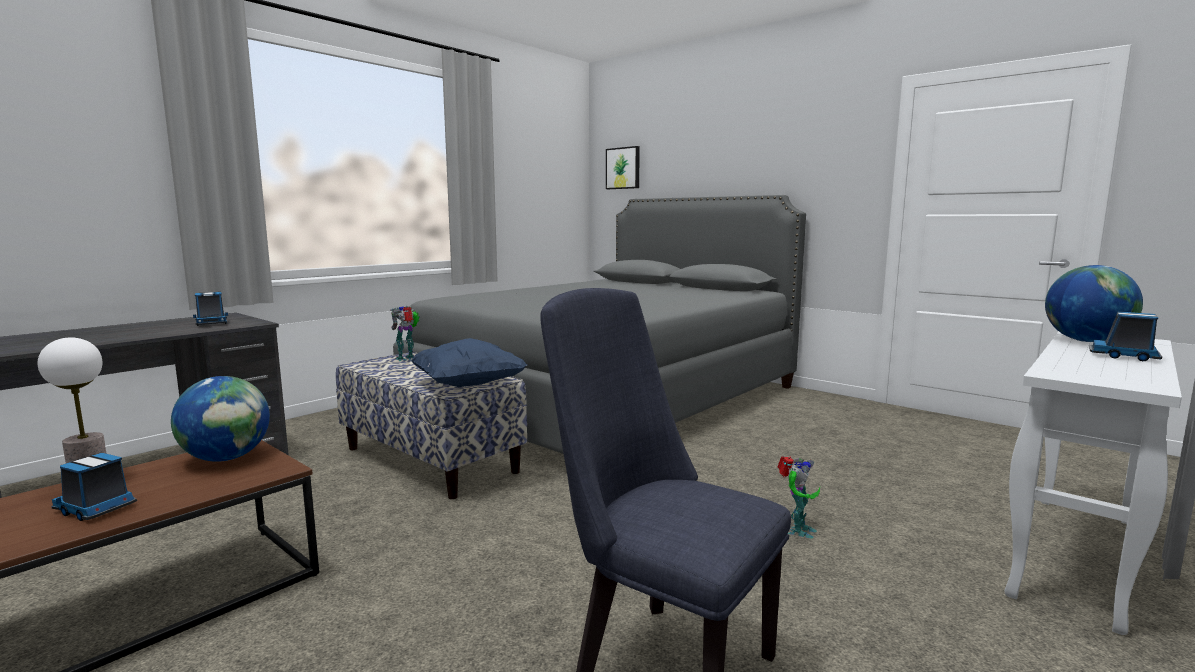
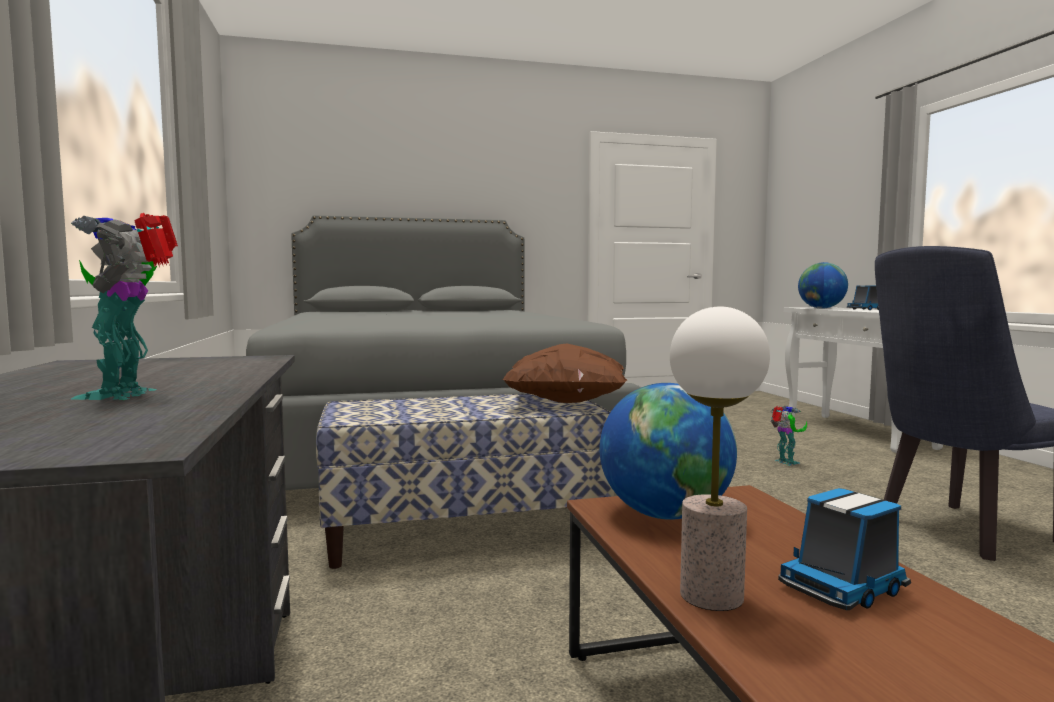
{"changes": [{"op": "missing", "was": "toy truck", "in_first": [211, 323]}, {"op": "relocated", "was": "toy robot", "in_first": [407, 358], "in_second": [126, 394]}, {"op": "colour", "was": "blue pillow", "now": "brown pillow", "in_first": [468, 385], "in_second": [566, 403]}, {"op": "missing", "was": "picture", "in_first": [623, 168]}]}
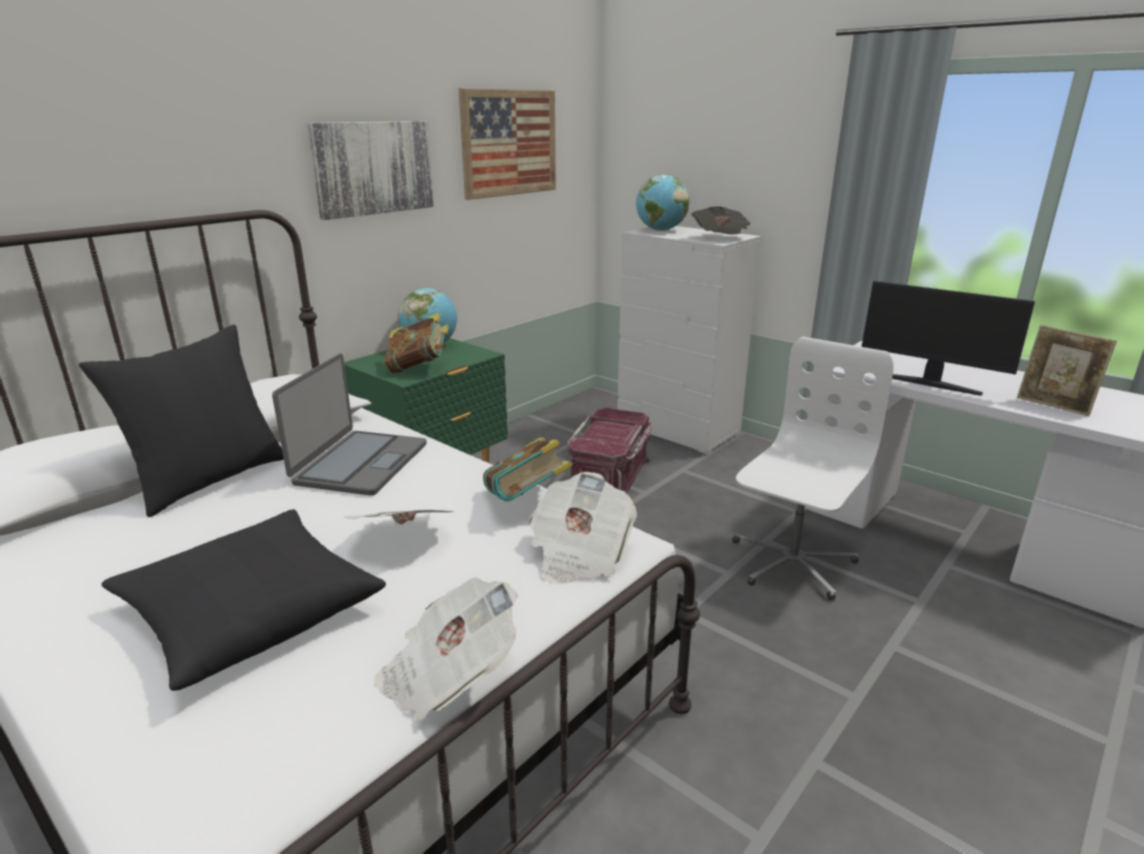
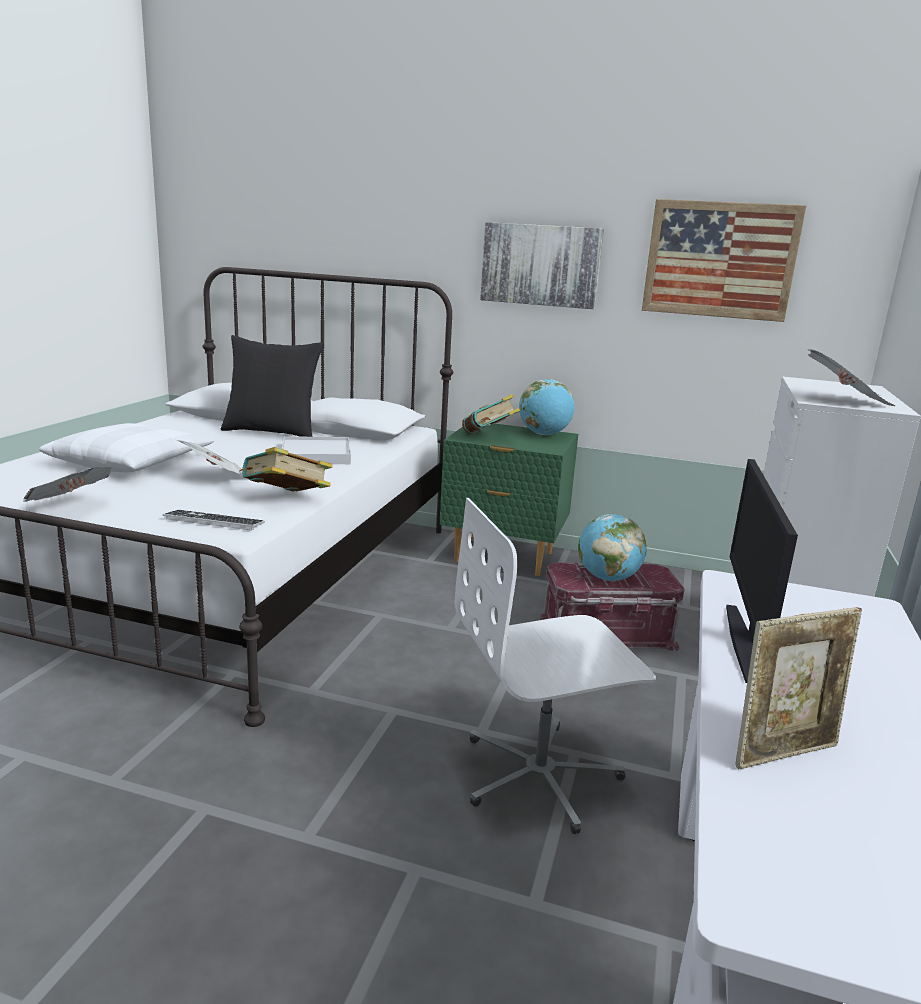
{"changes": [{"op": "colour", "was": "black pillow", "now": "white pillow", "in_first": [250, 610], "in_second": [131, 462]}, {"op": "exchanged", "was": "laptop", "now": "white tray", "in_first": [360, 463], "in_second": [316, 454]}, {"op": "exchanged", "was": "newspaper", "now": "keyboard", "in_first": [579, 554], "in_second": [214, 521]}, {"op": "relocated", "was": "globe", "in_first": [660, 230], "in_second": [608, 578]}, {"op": "spun", "was": "white office chair", "in_first": [791, 562], "in_second": [540, 775], "clockwise": 150}, {"op": "spun", "was": "picture frame", "in_first": [1053, 406], "in_second": [784, 752], "clockwise": -135}]}
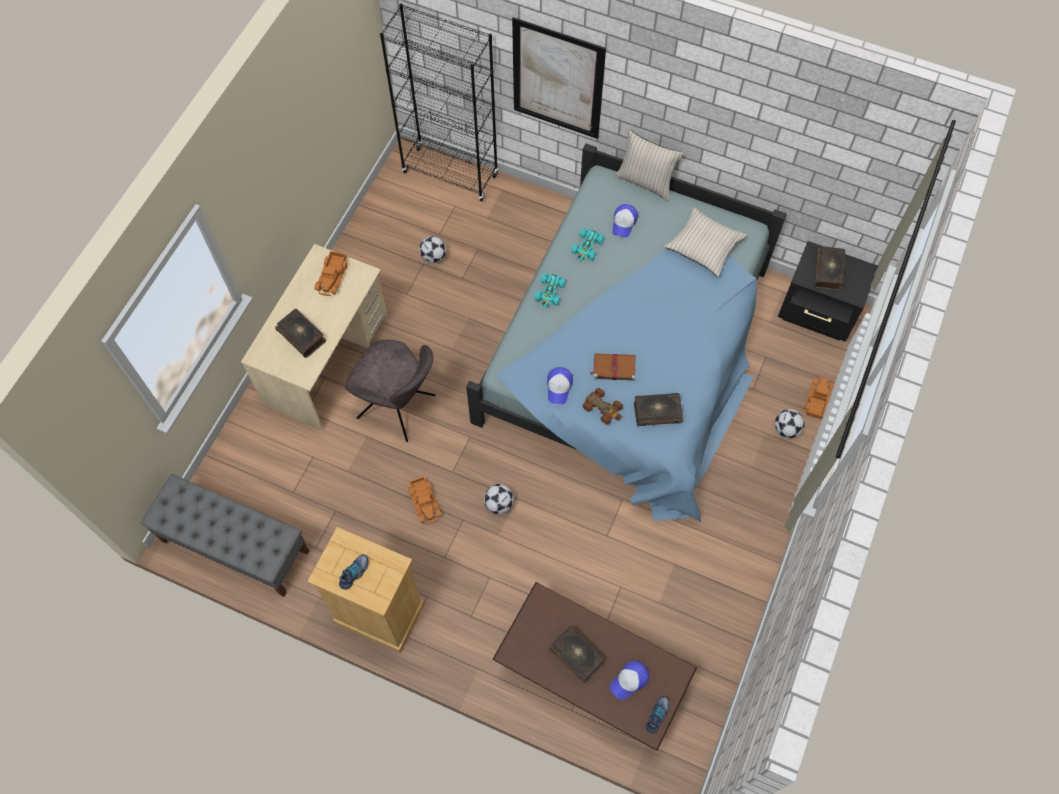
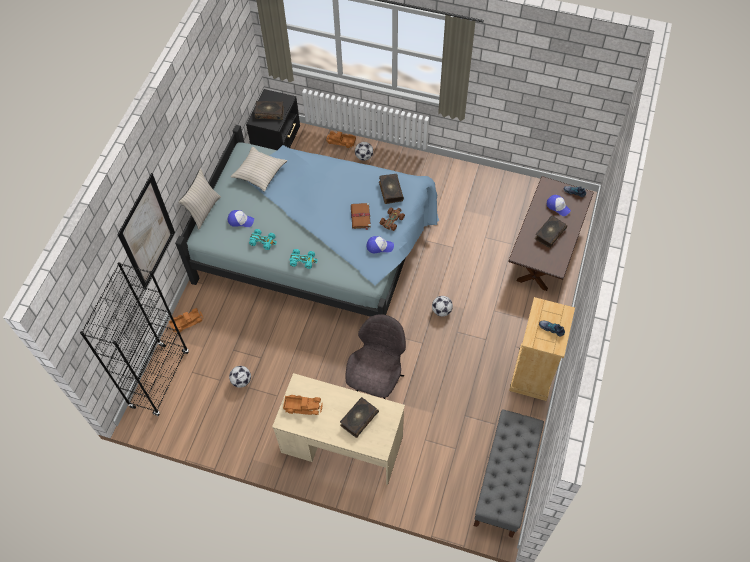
{"changes": [{"op": "relocated", "was": "toy truck", "in_first": [425, 502], "in_second": [186, 322]}]}
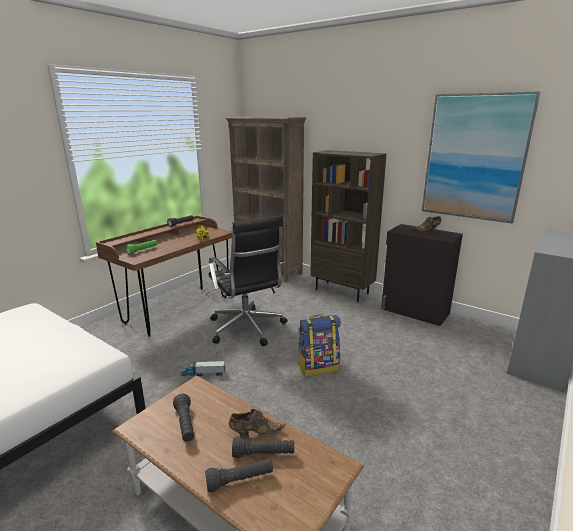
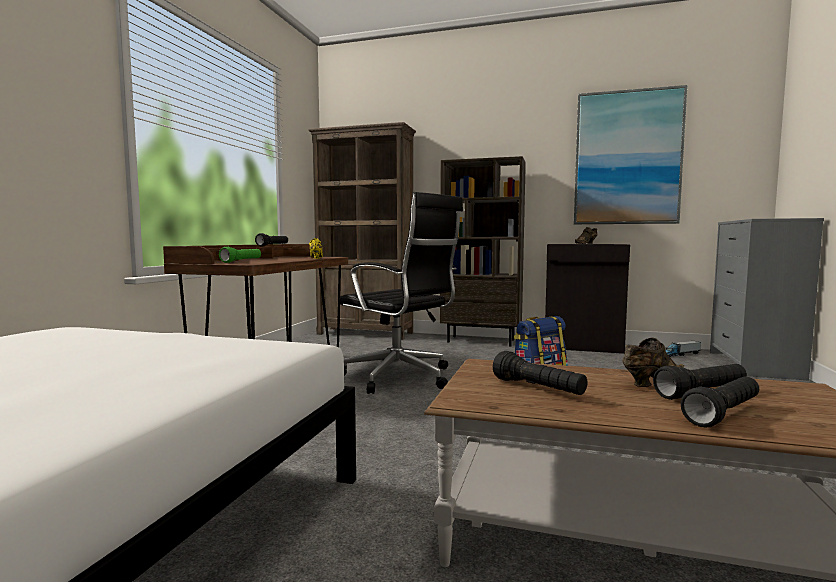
{"changes": [{"op": "relocated", "was": "toy truck", "in_first": [203, 373], "in_second": [681, 354]}]}
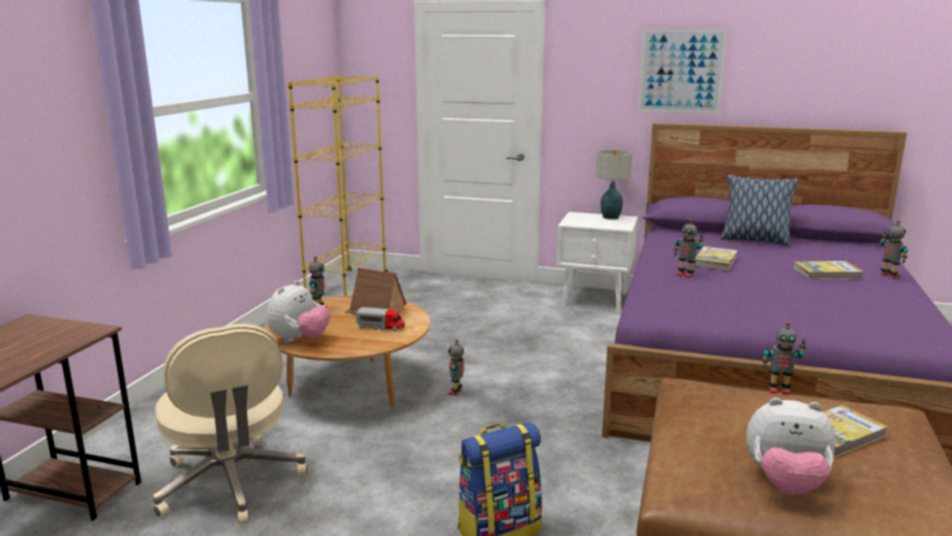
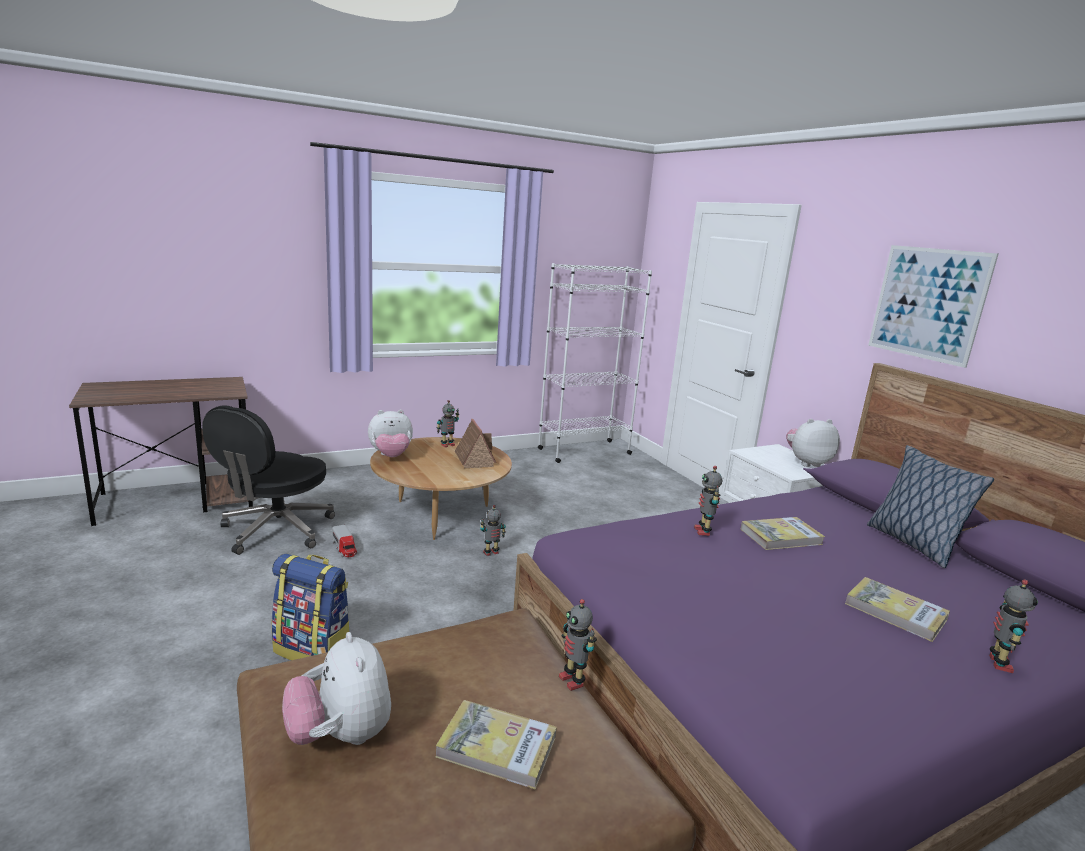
{"changes": [{"op": "colour", "was": "beige office chair", "now": "black office chair", "in_first": [230, 484], "in_second": [276, 530]}, {"op": "colour", "was": "yellow bookcase", "now": "white bookcase", "in_first": [347, 286], "in_second": [584, 451]}, {"op": "relocated", "was": "toy truck", "in_first": [381, 327], "in_second": [344, 548]}, {"op": "exchanged", "was": "table lamp", "now": "plush toy", "in_first": [611, 217], "in_second": [806, 463]}]}
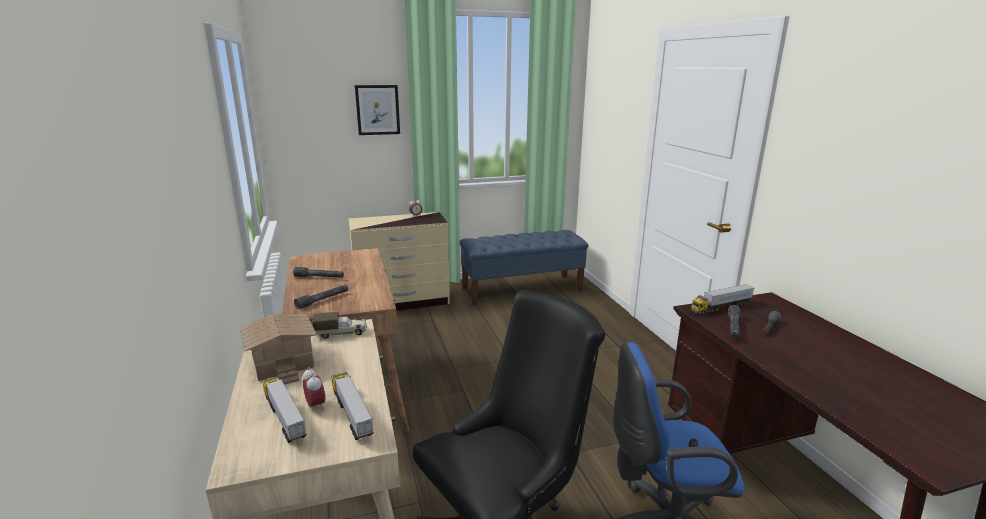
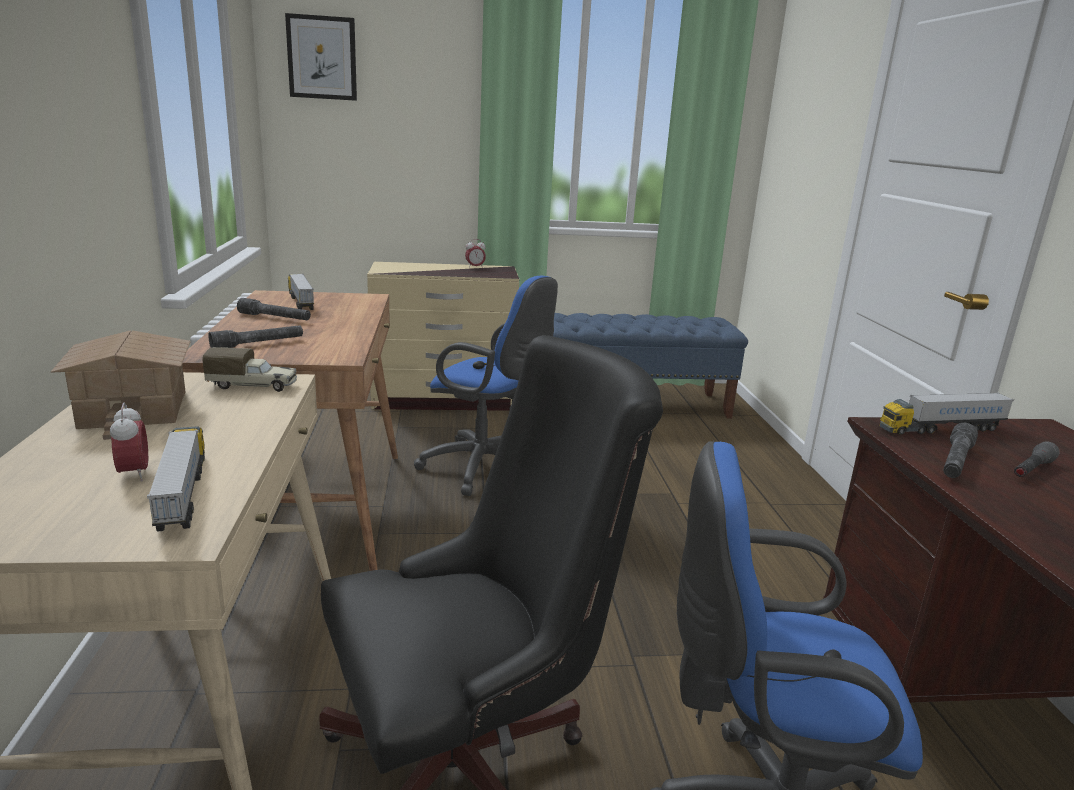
{"changes": [{"op": "relocated", "was": "toy truck", "in_first": [284, 417], "in_second": [301, 301]}, {"op": "relocated", "was": "picture", "in_first": [377, 110], "in_second": [322, 58]}, {"op": "appeared", "now": "blue office chair", "in_second": [487, 469]}]}
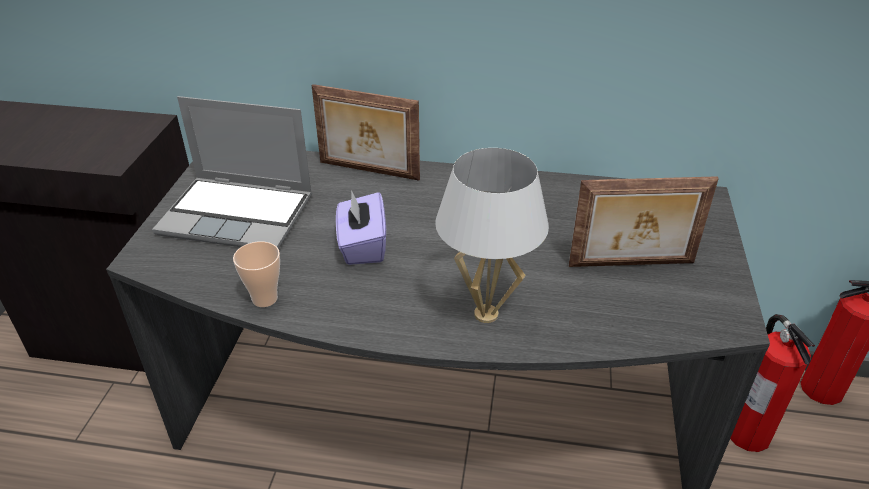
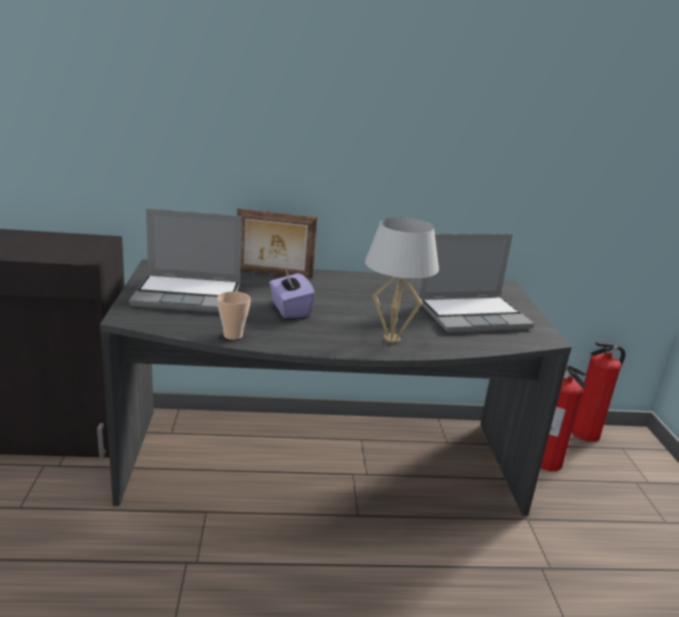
{"changes": [{"op": "exchanged", "was": "picture frame", "now": "laptop", "in_first": [632, 265], "in_second": [473, 315]}]}
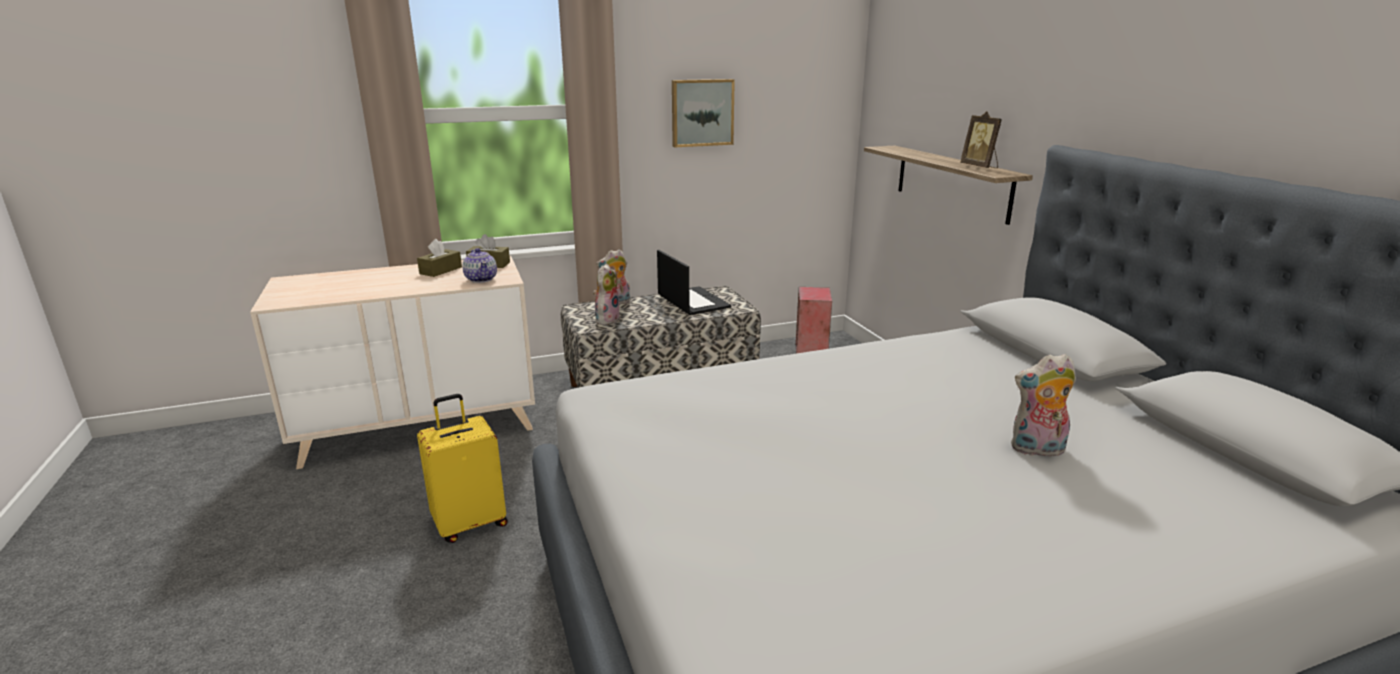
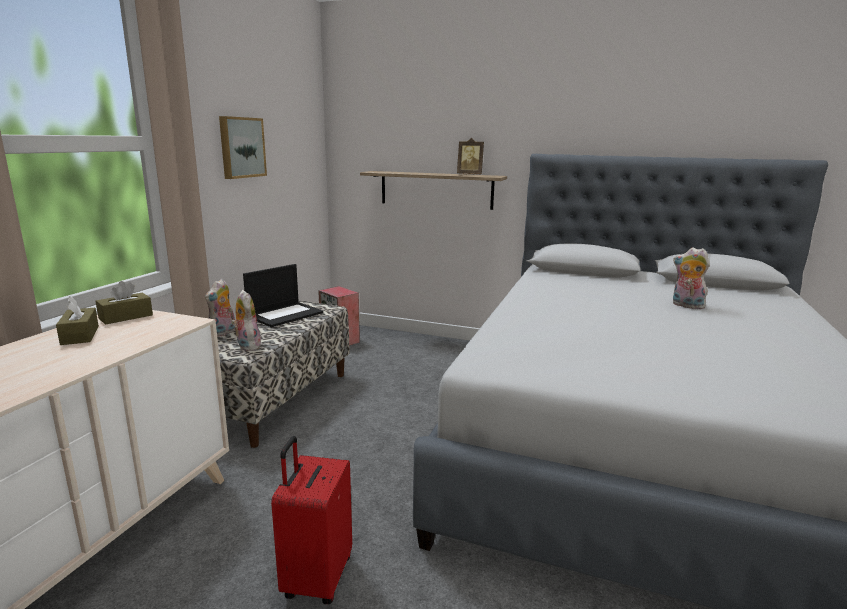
{"changes": [{"op": "colour", "was": "yellow suitcase", "now": "red suitcase", "in_first": [470, 523], "in_second": [316, 578]}, {"op": "missing", "was": "teapot", "in_first": [481, 279]}, {"op": "spun", "was": "laptop", "in_first": [692, 301], "in_second": [285, 314], "clockwise": 120}, {"op": "spun", "was": "plush toy", "in_first": [1036, 450], "in_second": [686, 306], "clockwise": 90}]}
